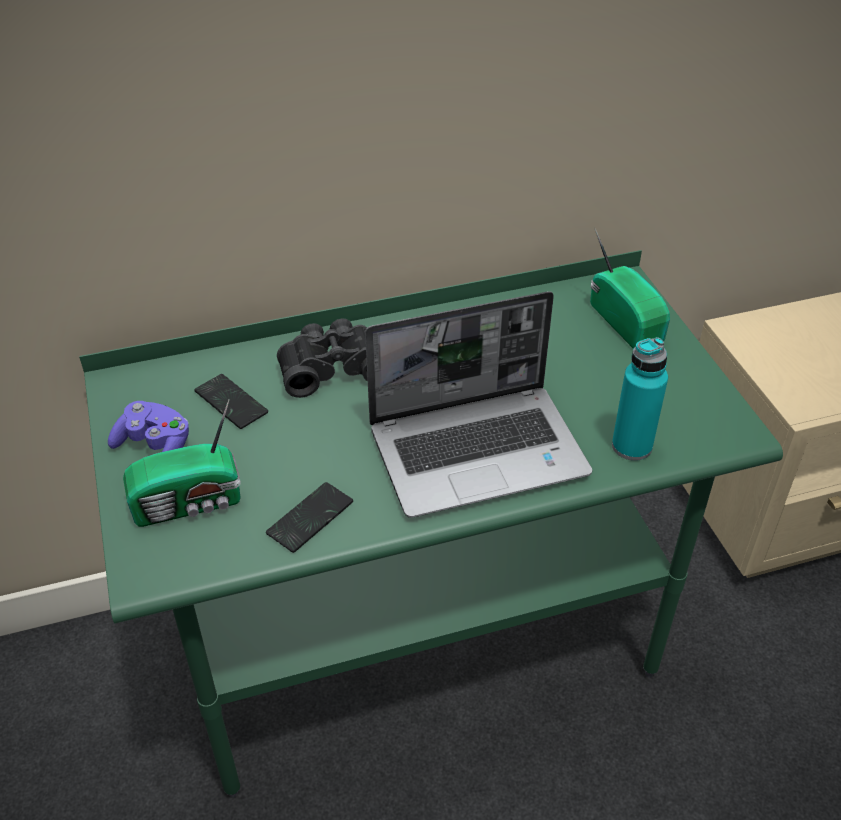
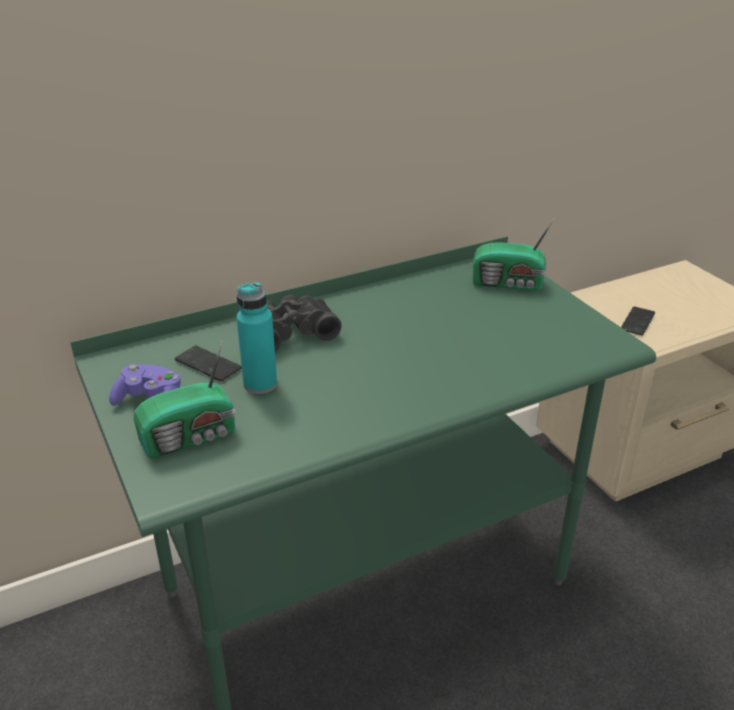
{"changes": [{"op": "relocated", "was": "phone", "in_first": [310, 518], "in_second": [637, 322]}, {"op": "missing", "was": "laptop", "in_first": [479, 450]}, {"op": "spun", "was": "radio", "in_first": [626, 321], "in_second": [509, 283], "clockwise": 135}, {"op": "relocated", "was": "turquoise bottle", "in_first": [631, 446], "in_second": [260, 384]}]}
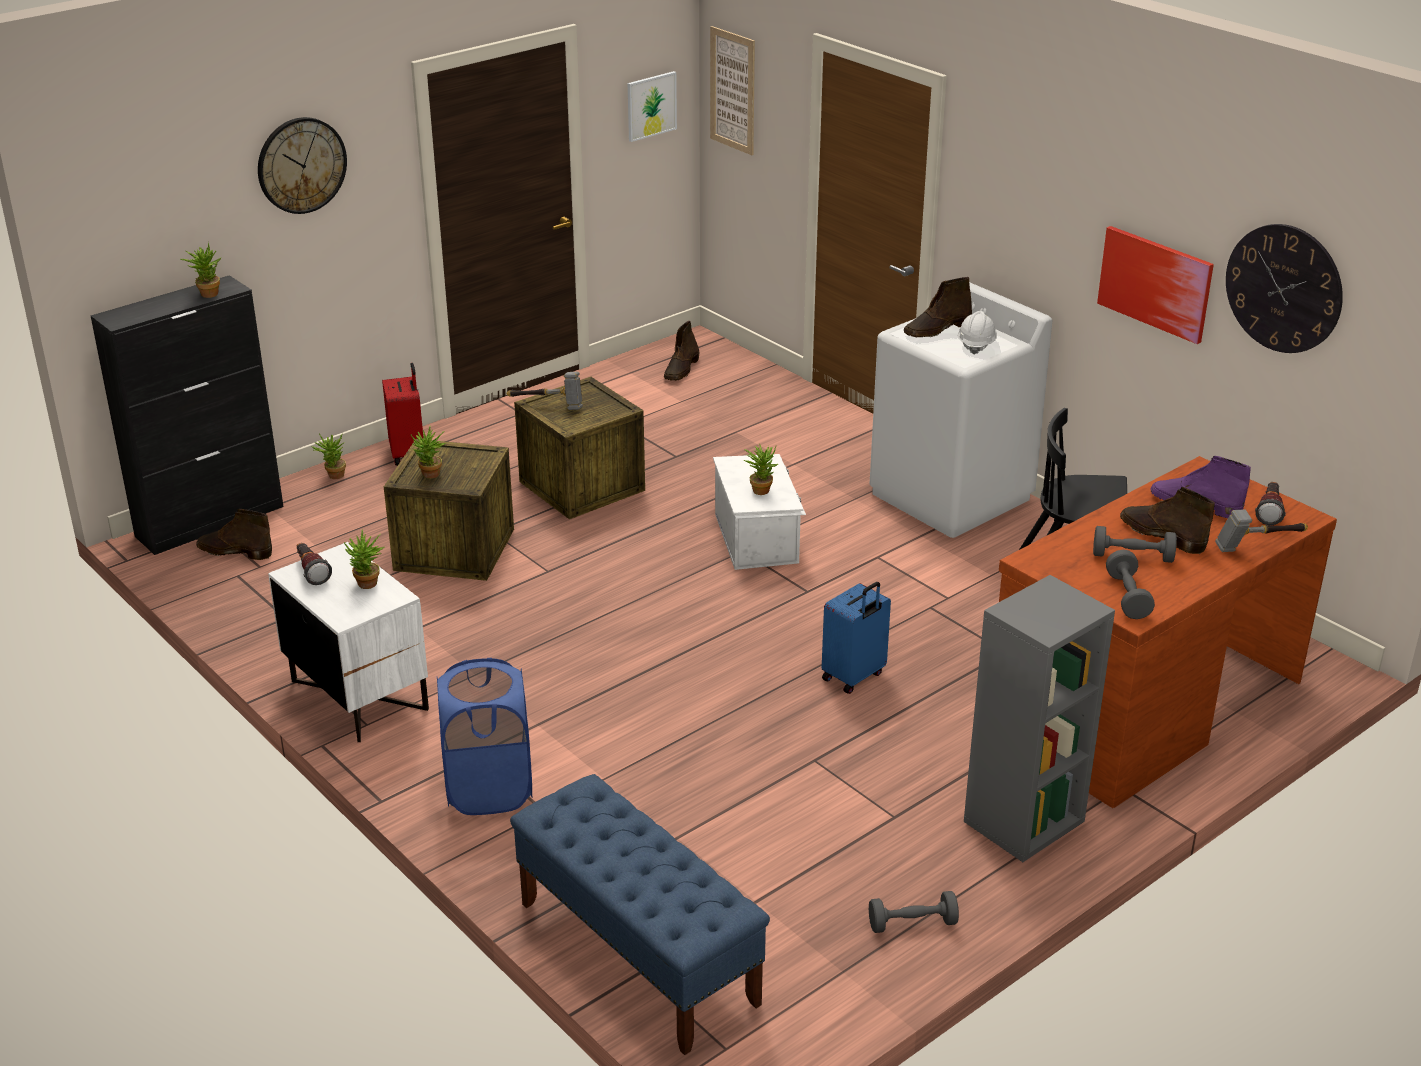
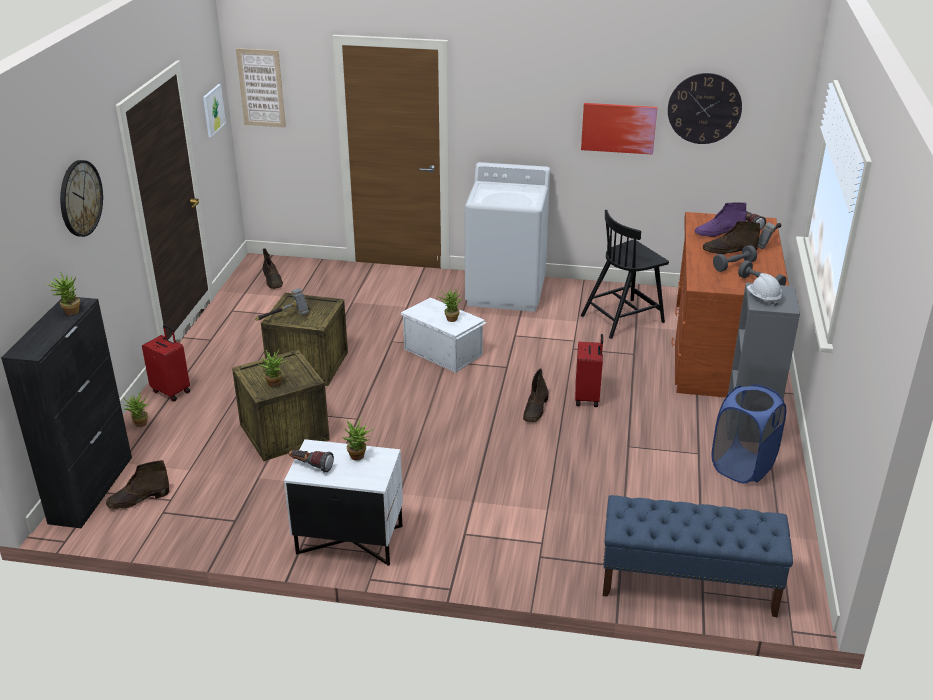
{"changes": [{"op": "relocated", "was": "blue laundry basket", "in_first": [489, 789], "in_second": [742, 466]}, {"op": "colour", "was": "blue suitcase", "now": "red suitcase", "in_first": [854, 677], "in_second": [588, 398]}, {"op": "missing", "was": "grey dumbbell", "in_first": [912, 924]}, {"op": "relocated", "was": "brown boot", "in_first": [936, 329], "in_second": [535, 410]}, {"op": "relocated", "was": "white hard hat", "in_first": [976, 344], "in_second": [763, 298]}]}
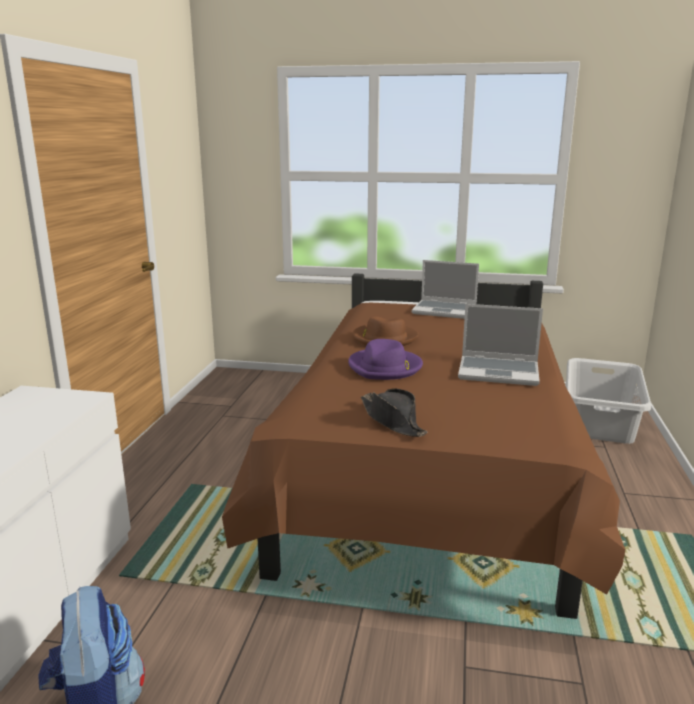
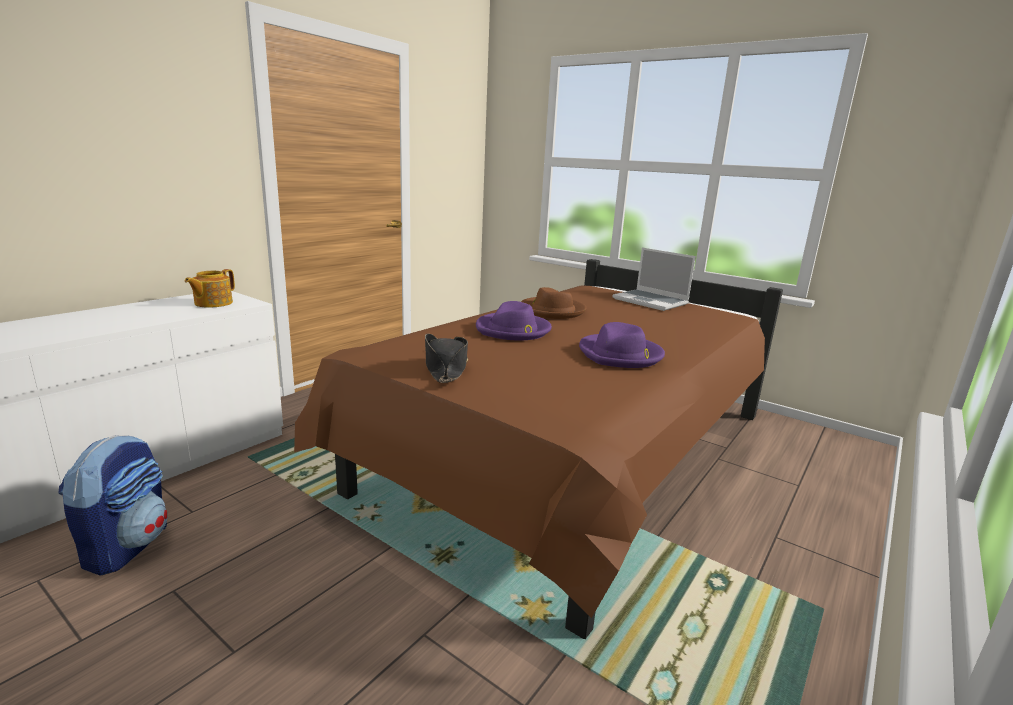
{"changes": [{"op": "exchanged", "was": "laptop", "now": "purple hat", "in_first": [499, 372], "in_second": [620, 355]}, {"op": "missing", "was": "grey laundry basket", "in_first": [601, 420]}, {"op": "appeared", "now": "teapot", "in_second": [212, 303]}]}
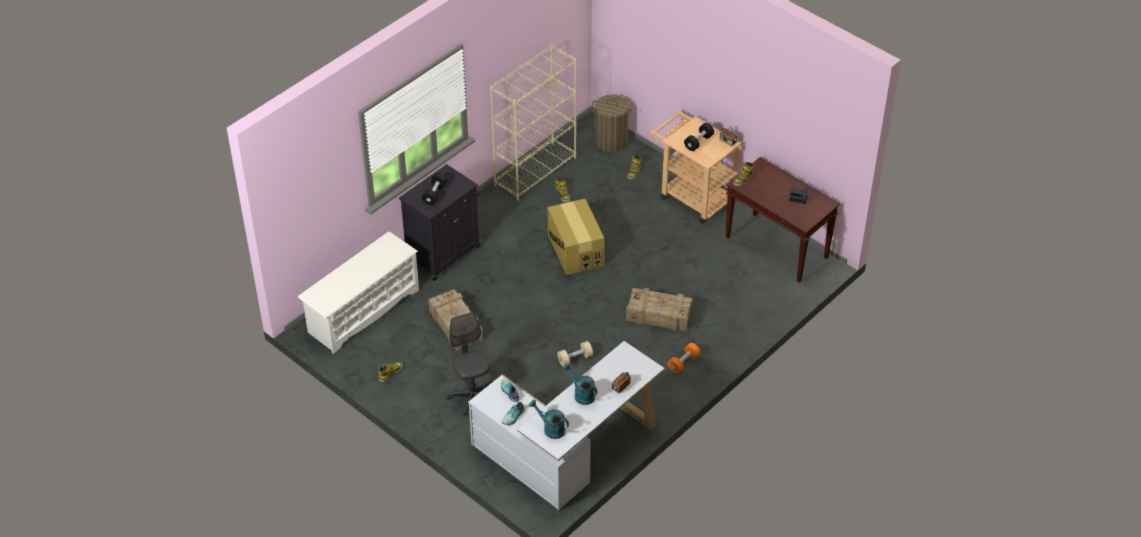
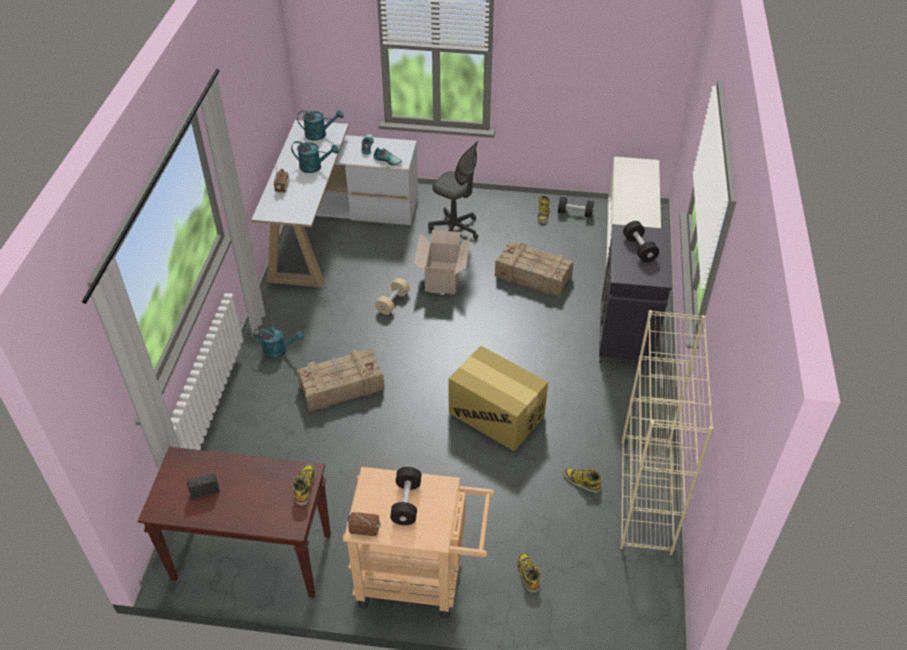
{"changes": [{"op": "missing", "was": "laundry basket", "in_first": [611, 141]}, {"op": "exchanged", "was": "orange dumbbell", "now": "turquoise watering can", "in_first": [683, 363], "in_second": [279, 351]}, {"op": "appeared", "now": "cardboard box", "in_second": [443, 276]}, {"op": "appeared", "now": "black dumbbell", "in_second": [575, 213]}]}
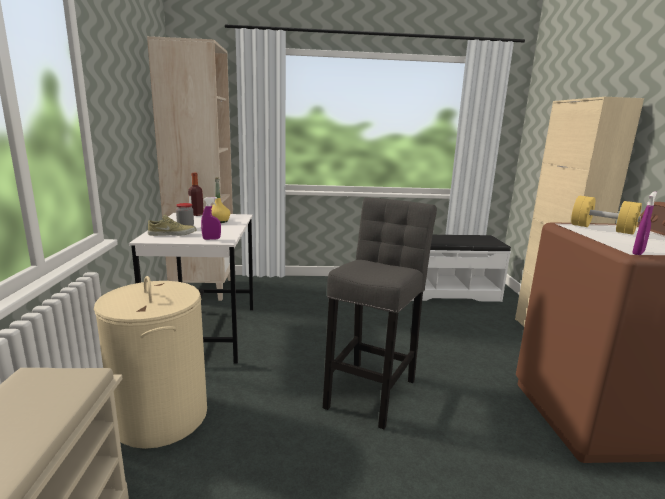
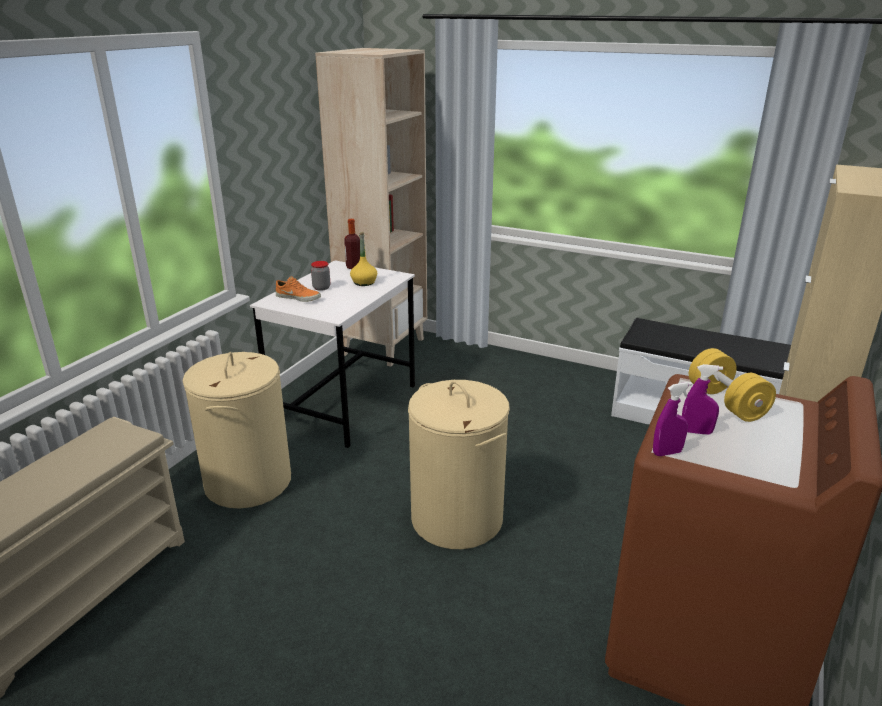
{"changes": [{"op": "colour", "was": "beige shoe", "now": "orange shoe", "in_first": [172, 234], "in_second": [299, 297]}, {"op": "relocated", "was": "purple spray bottle", "in_first": [211, 239], "in_second": [696, 432]}, {"op": "exchanged", "was": "grey stool", "now": "beige laundry basket", "in_first": [372, 390], "in_second": [457, 519]}]}
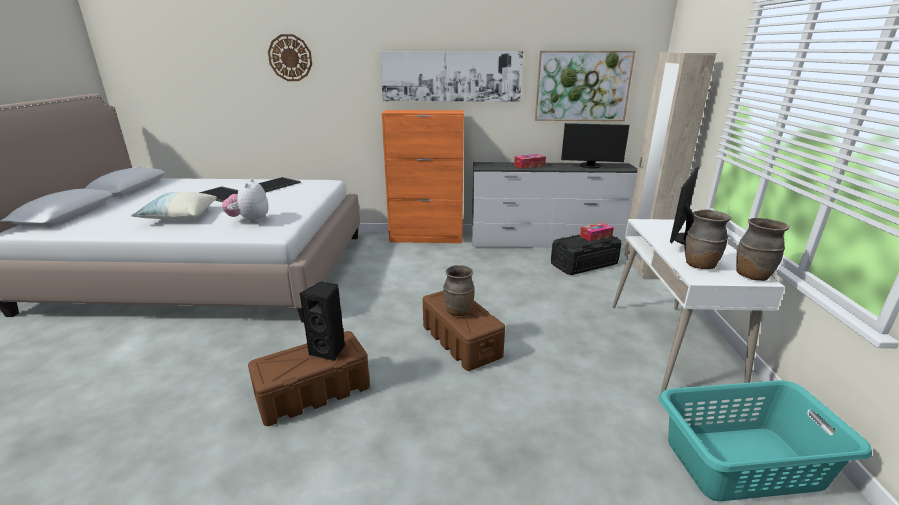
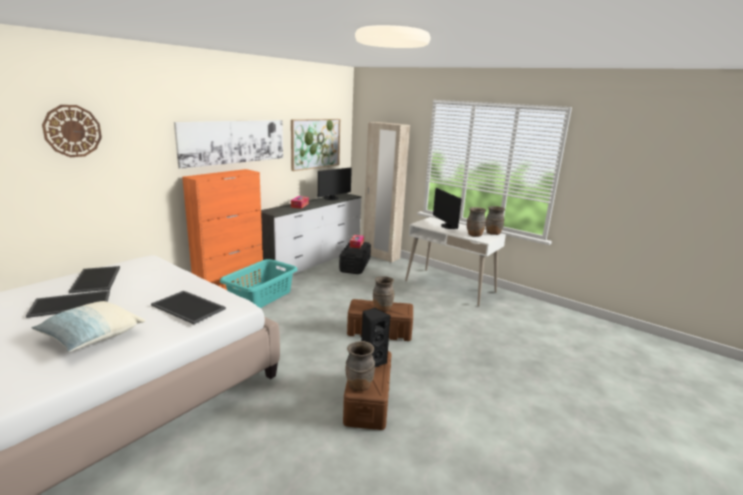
{"changes": [{"op": "exchanged", "was": "plush toy", "now": "tray", "in_first": [250, 220], "in_second": [189, 307]}, {"op": "relocated", "was": "turquoise laundry basket", "in_first": [744, 463], "in_second": [261, 296]}, {"op": "appeared", "now": "brown vase", "in_second": [359, 386]}]}
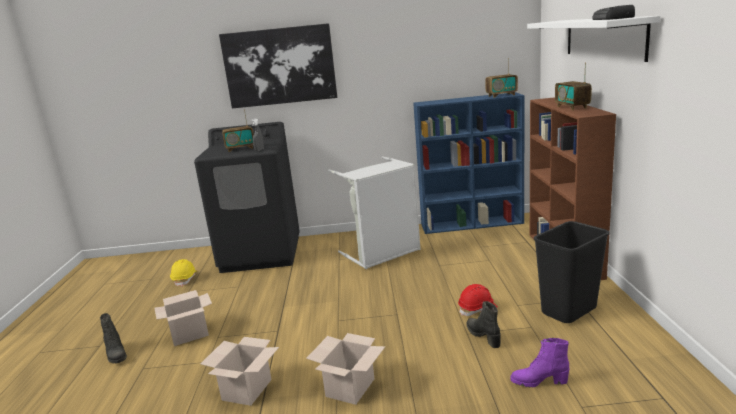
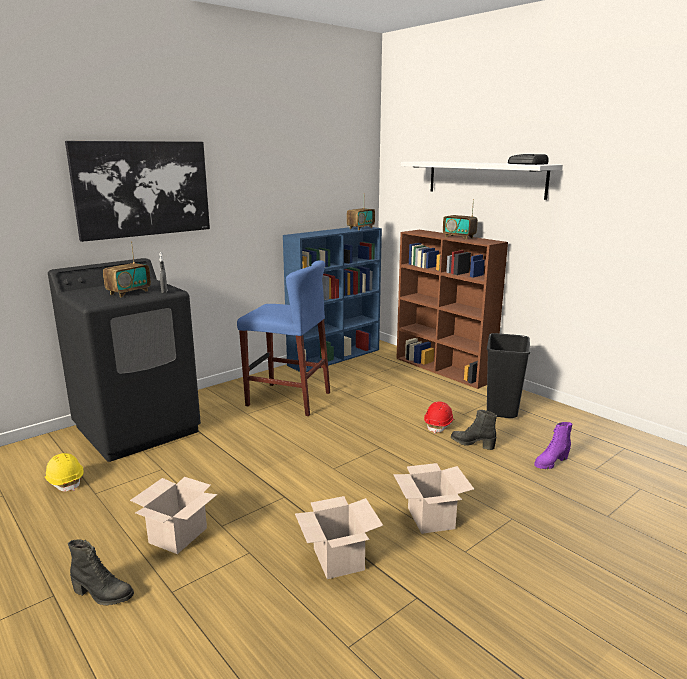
{"changes": [{"op": "exchanged", "was": "grey laundry basket", "now": "blue stool", "in_first": [383, 254], "in_second": [288, 399]}]}
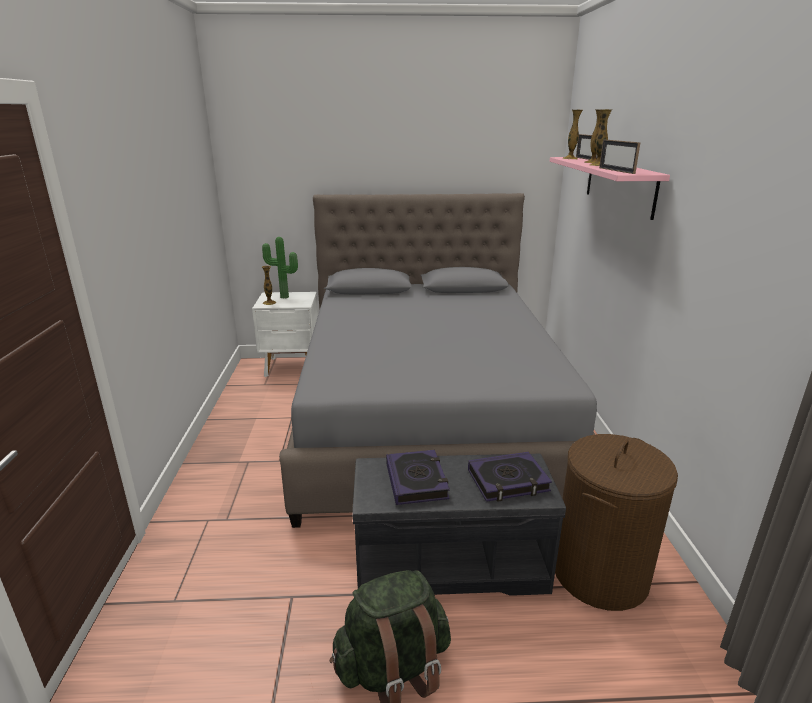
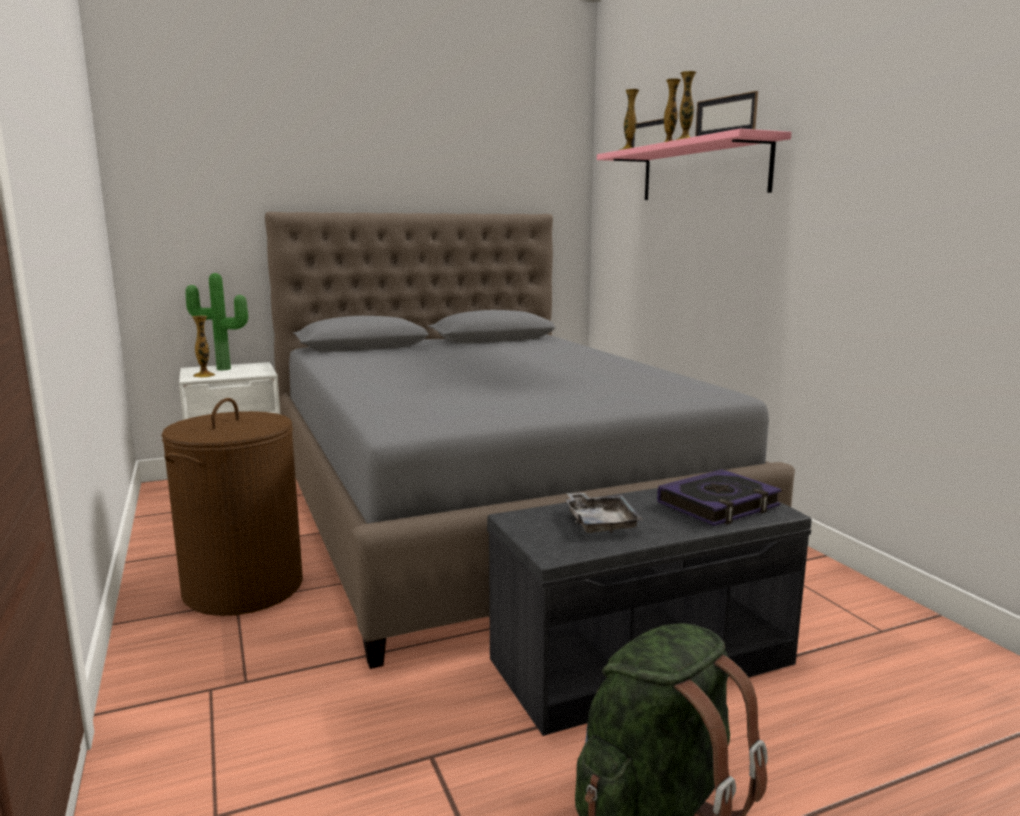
{"changes": [{"op": "exchanged", "was": "book", "now": "grey tray", "in_first": [416, 481], "in_second": [600, 522]}, {"op": "relocated", "was": "brown laundry basket", "in_first": [599, 573], "in_second": [243, 587]}]}
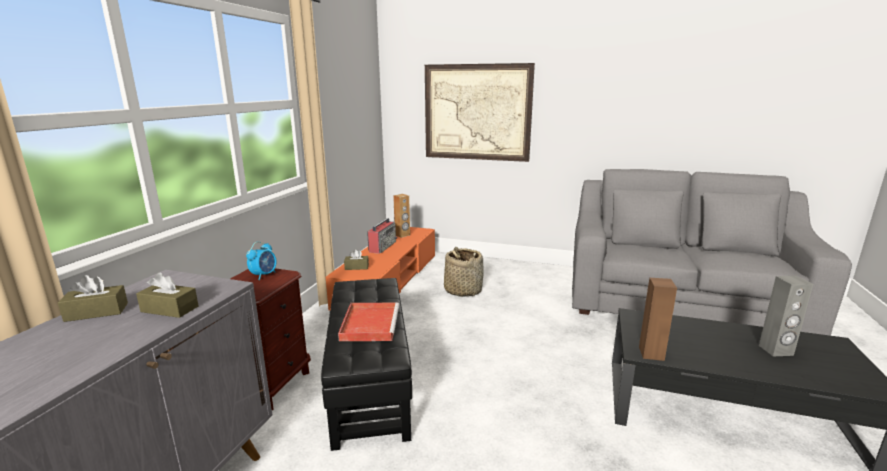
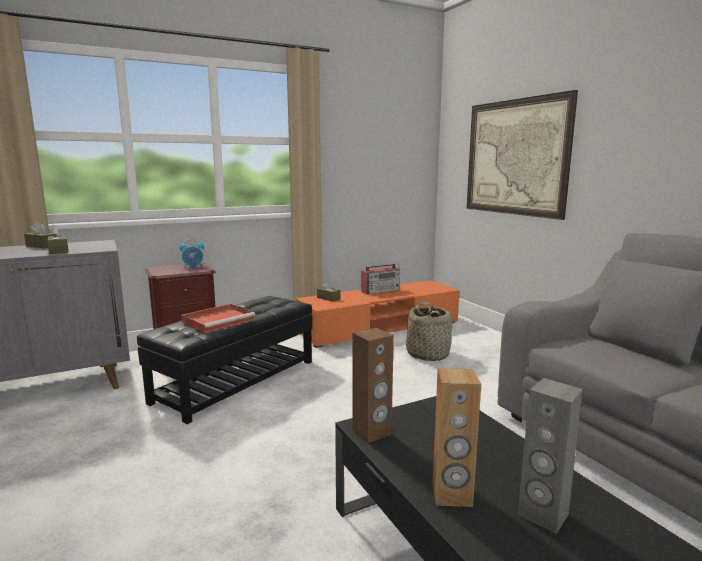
{"changes": [{"op": "relocated", "was": "brown speaker", "in_first": [402, 235], "in_second": [452, 495]}]}
